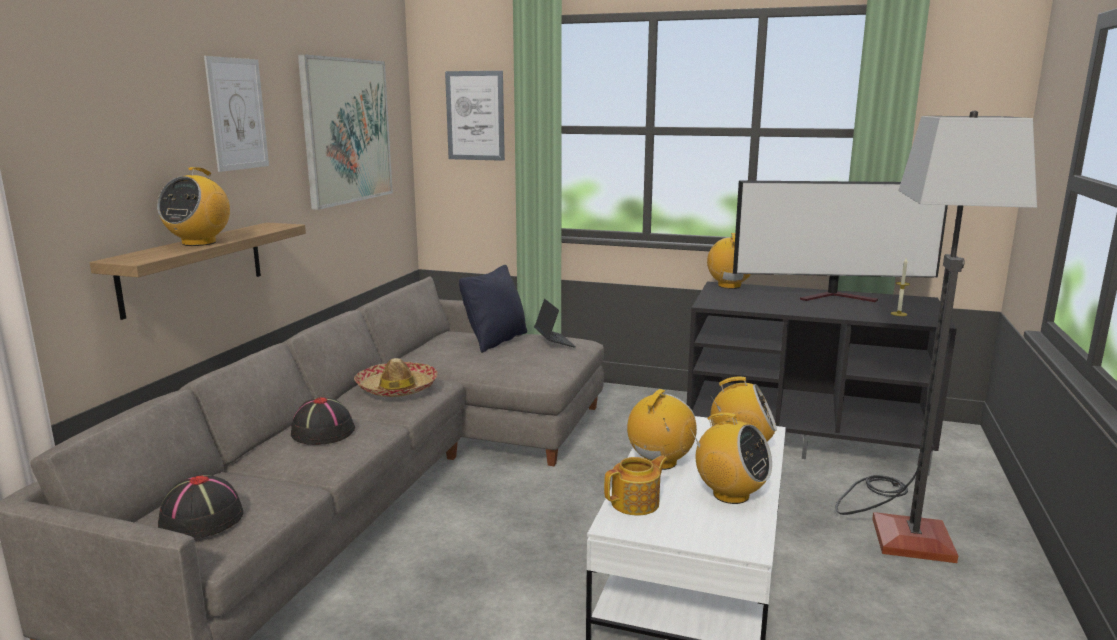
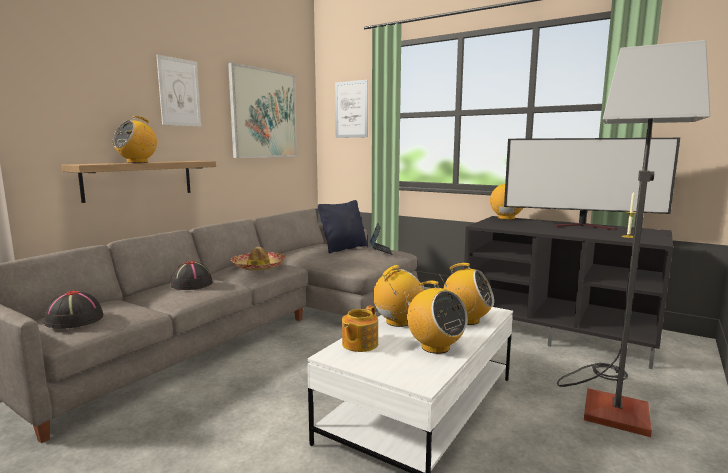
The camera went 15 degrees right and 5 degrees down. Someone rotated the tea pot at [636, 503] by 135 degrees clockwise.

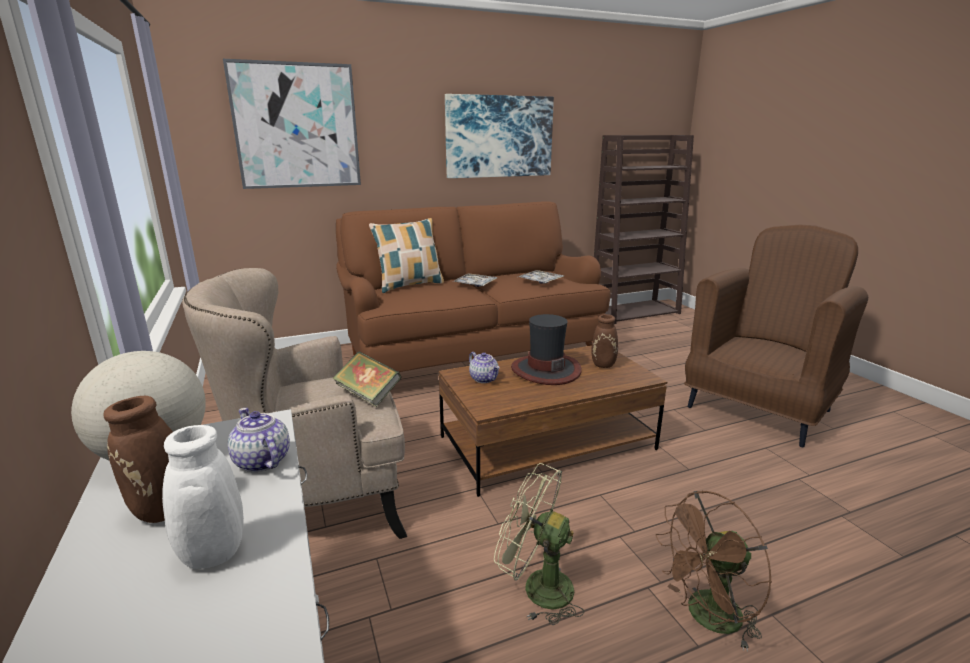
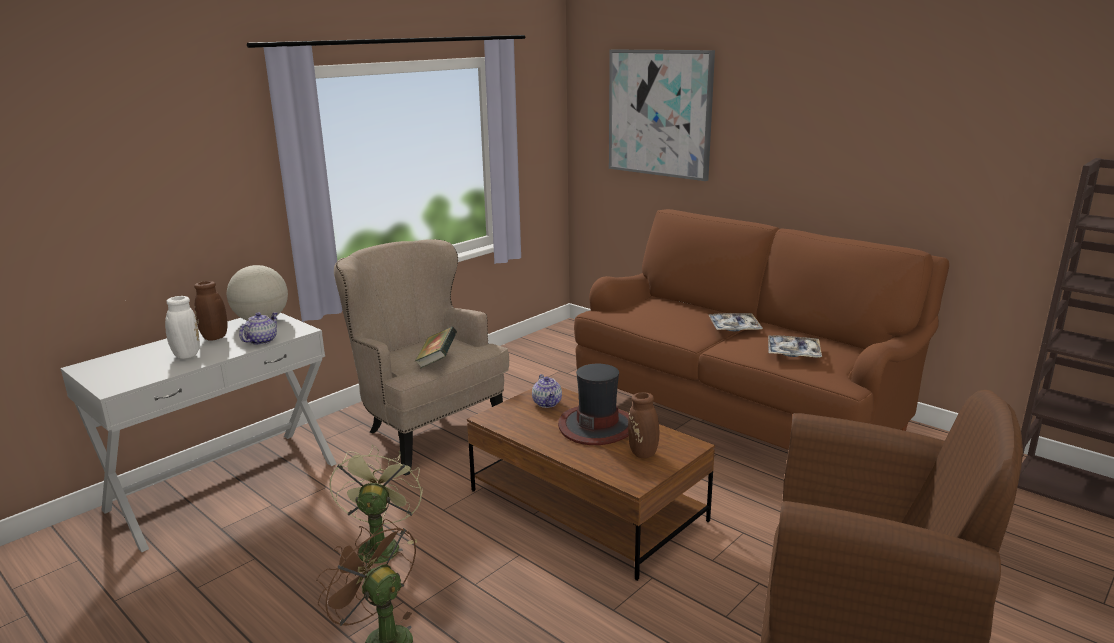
The camera went 65 degrees right and 0 degrees up. Someone took away the cushion at [409, 285]. Someone took away the wall picture at [499, 137]. Someone rotated the tea pot at [484, 379] by 45 degrees counterclockwise.

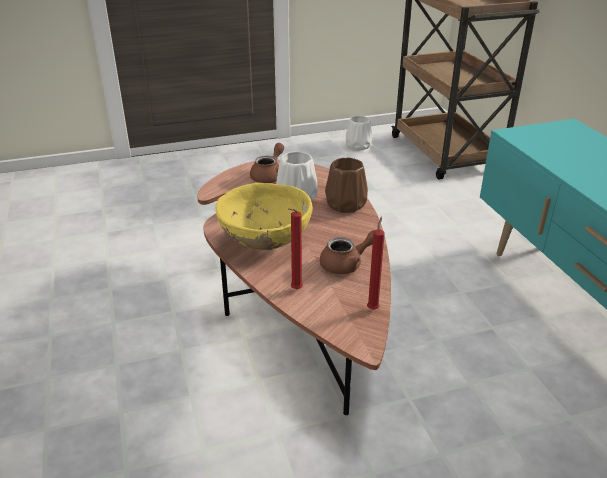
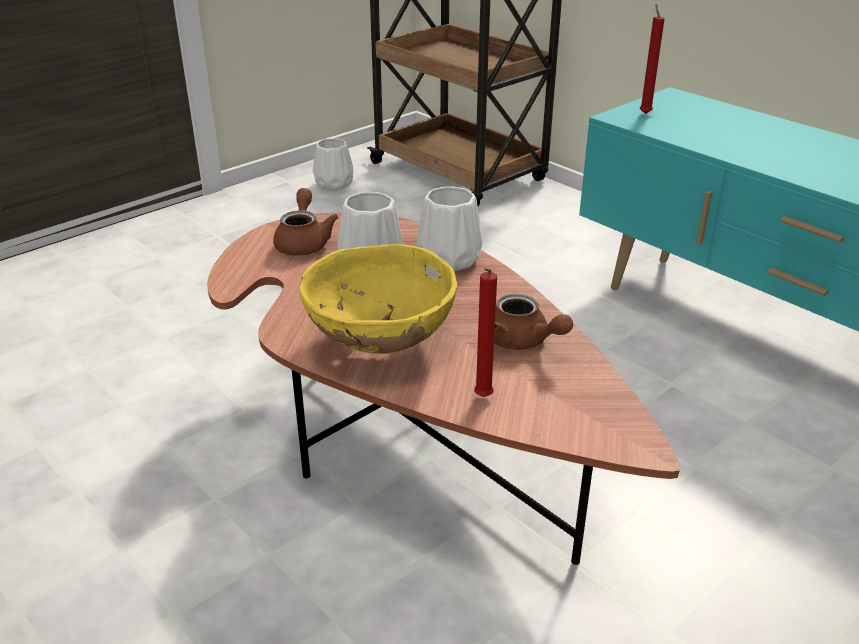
The camera went 25 degrees left and 0 degrees up. Someone rotated the brown-coloured tea pot at [347, 264] by 90 degrees clockwise. Someone repainted the brown-coloured decorative vase at [345, 204], which became the whitish decorative vase at [448, 259]. Someone carried the red-coloured wax candle from [373, 308] to [644, 113].

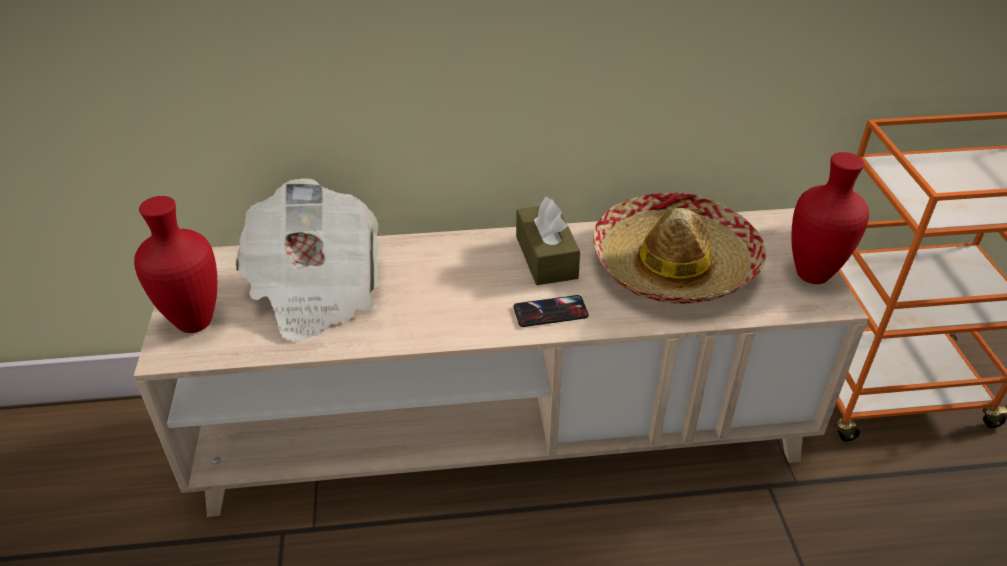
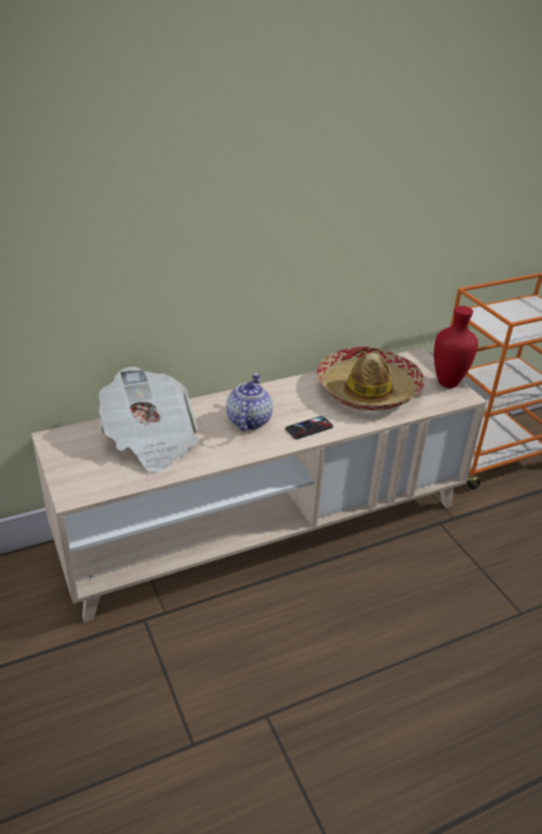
The camera went 20 degrees left and 5 degrees down. Someone took away the red-coloured decorative vase at [194, 324]. Someone took away the brown-coloured tissue holder at [546, 257]. Someone put down the tea pot at [248, 420].

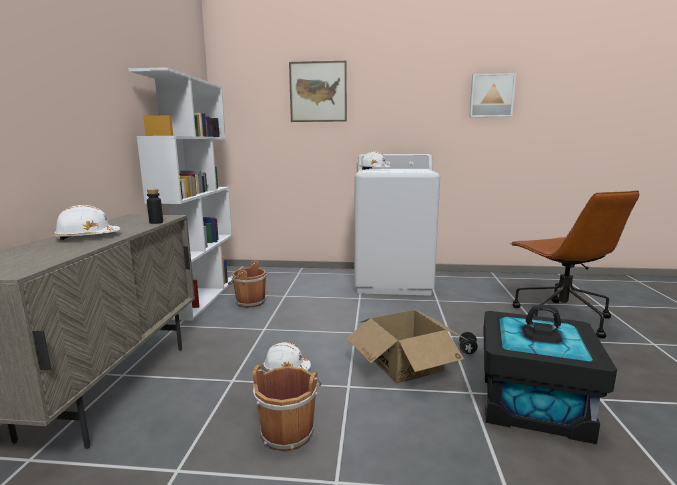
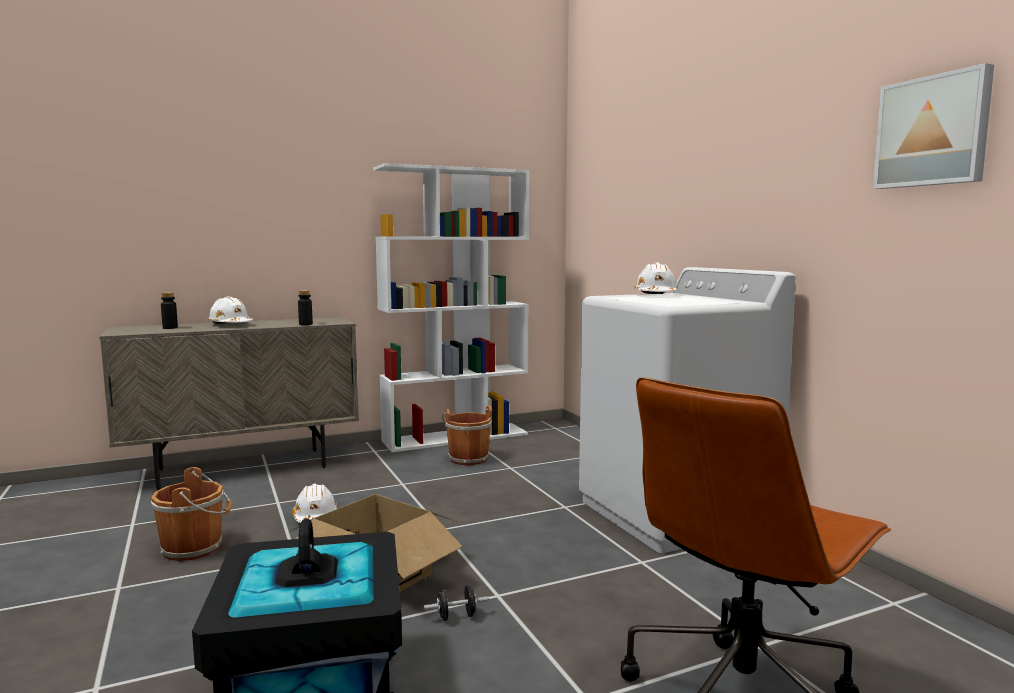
The camera went 60 degrees right and 5 degrees down. Someone took away the wall picture at [318, 92]. Someone put down the black beverage bottle at [170, 328].

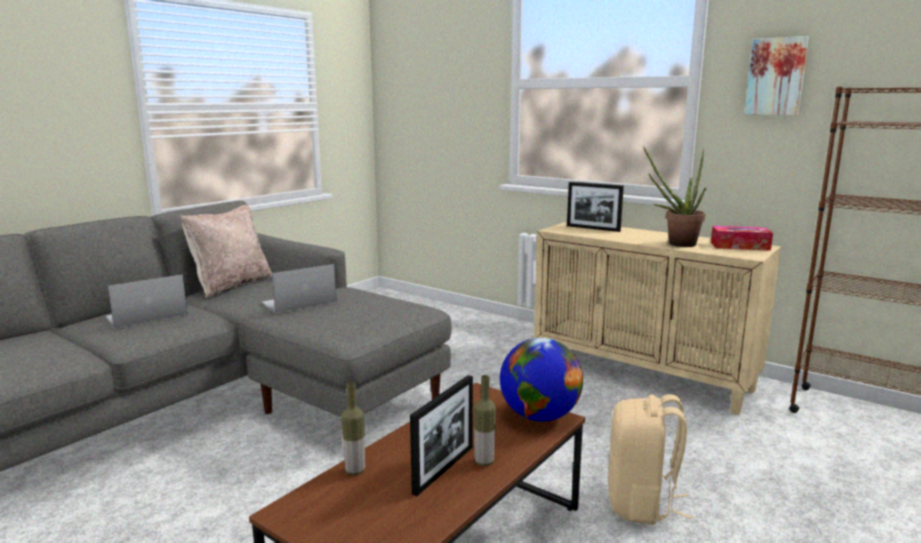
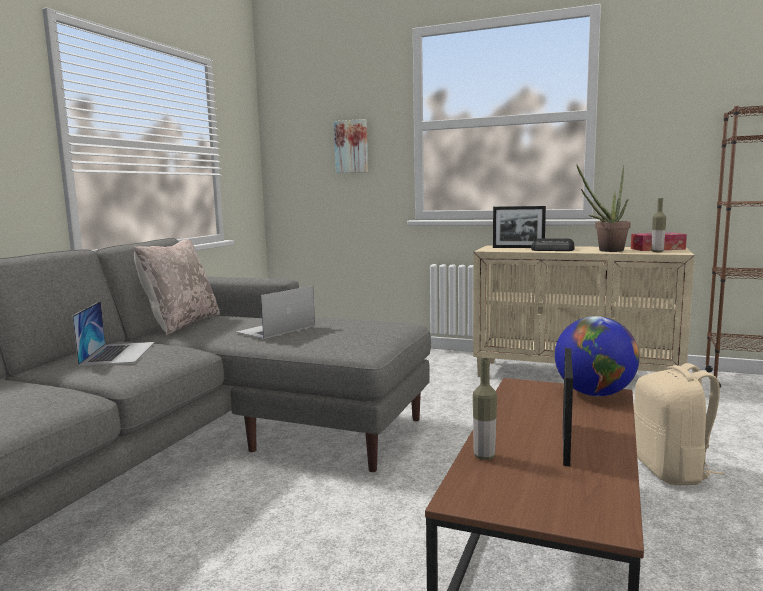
The camera went 15 degrees left and 5 degrees down. Someone rotated the laptop at [146, 315] by 135 degrees clockwise. Someone carried the beverage bottle from [484, 462] to [657, 252]. Someone carried the wall picture from [776, 76] to [352, 146]. Someone put down the radio at [553, 250].

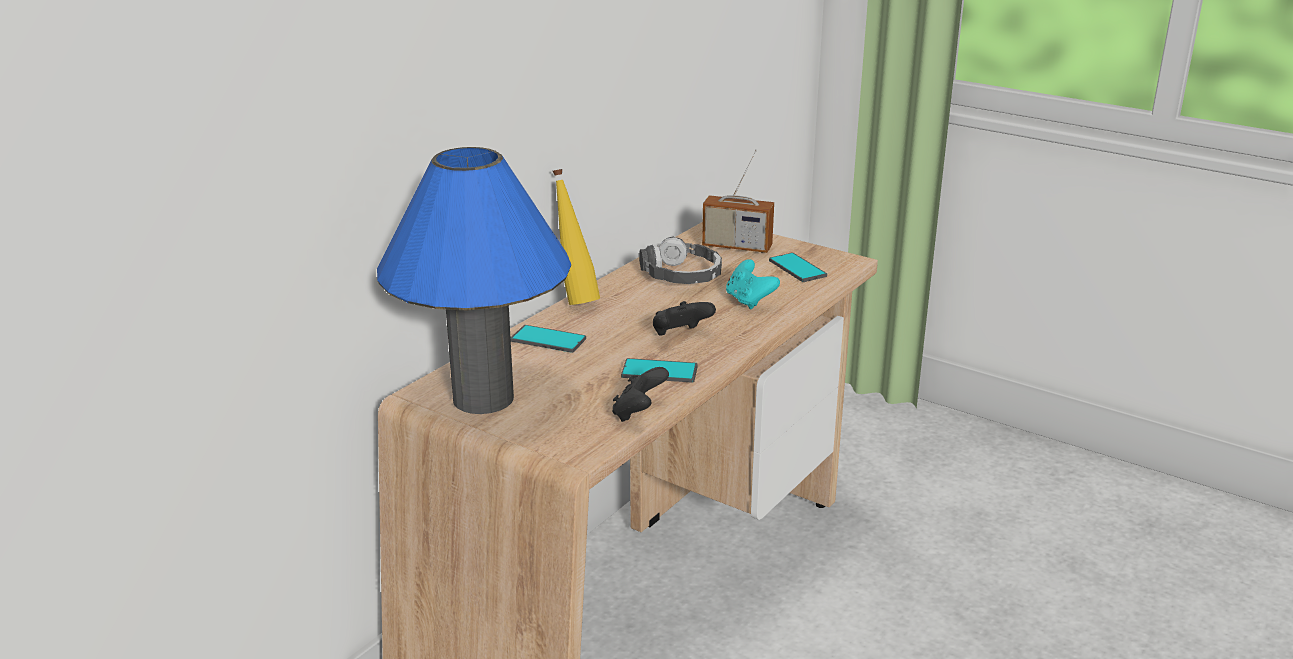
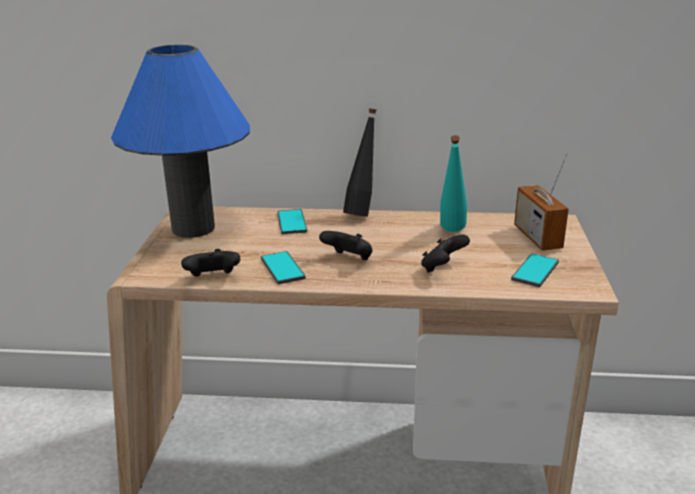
The camera went 60 degrees right and 0 degrees up. Someone repainted the yellow beverage bottle at [575, 299], which became the black beverage bottle at [362, 213]. Someone swapped the headphones at [681, 275] for the turquoise-coloured beverage bottle at [451, 233]. Someone repainted the turquoise-coloured game controller at [749, 301], which became the black game controller at [442, 268].

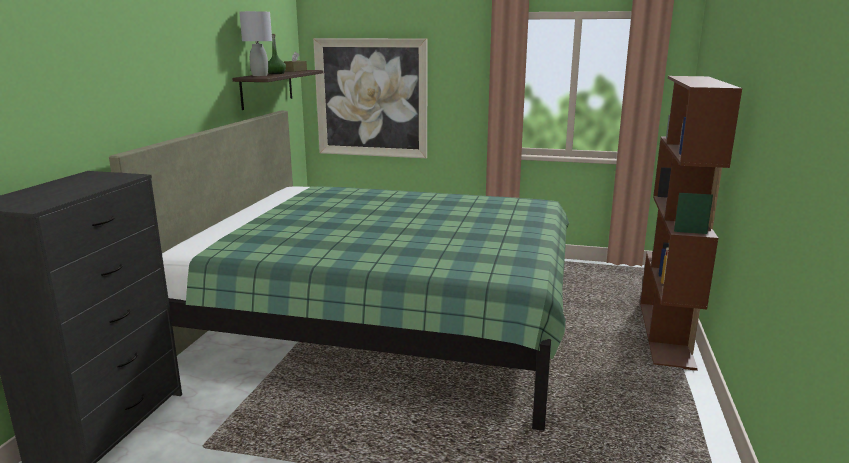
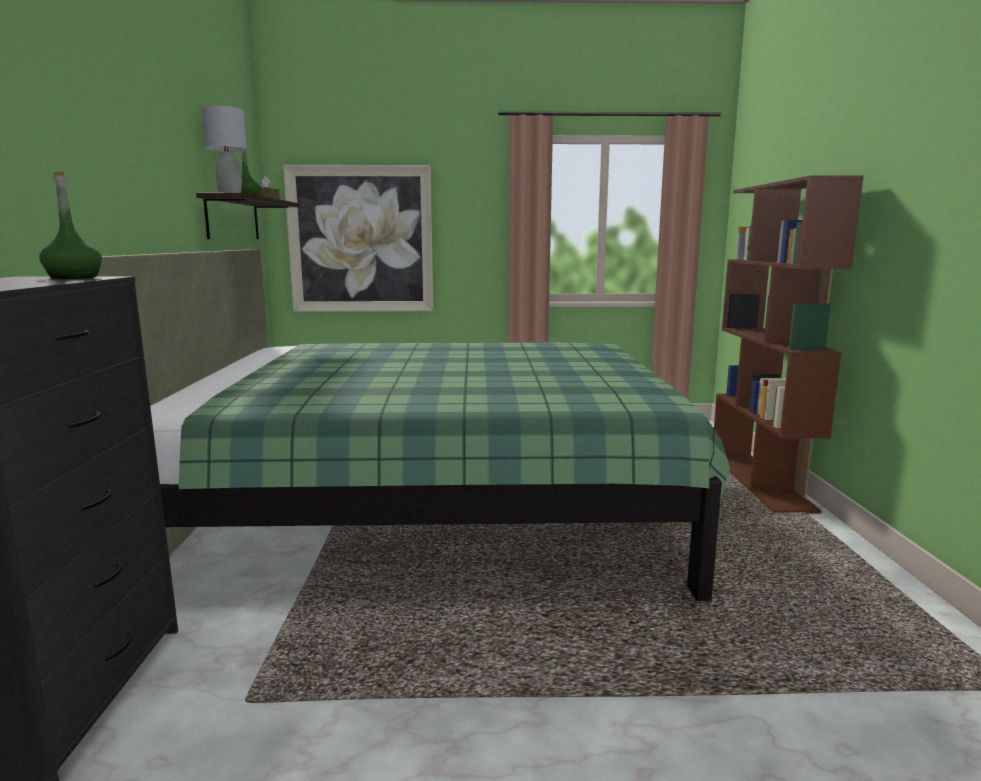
The camera went 15 degrees left and 5 degrees down. Someone put down the green beverage bottle at [73, 277].

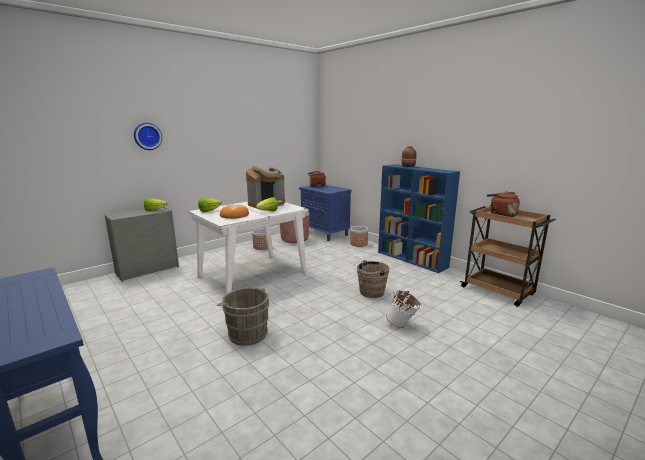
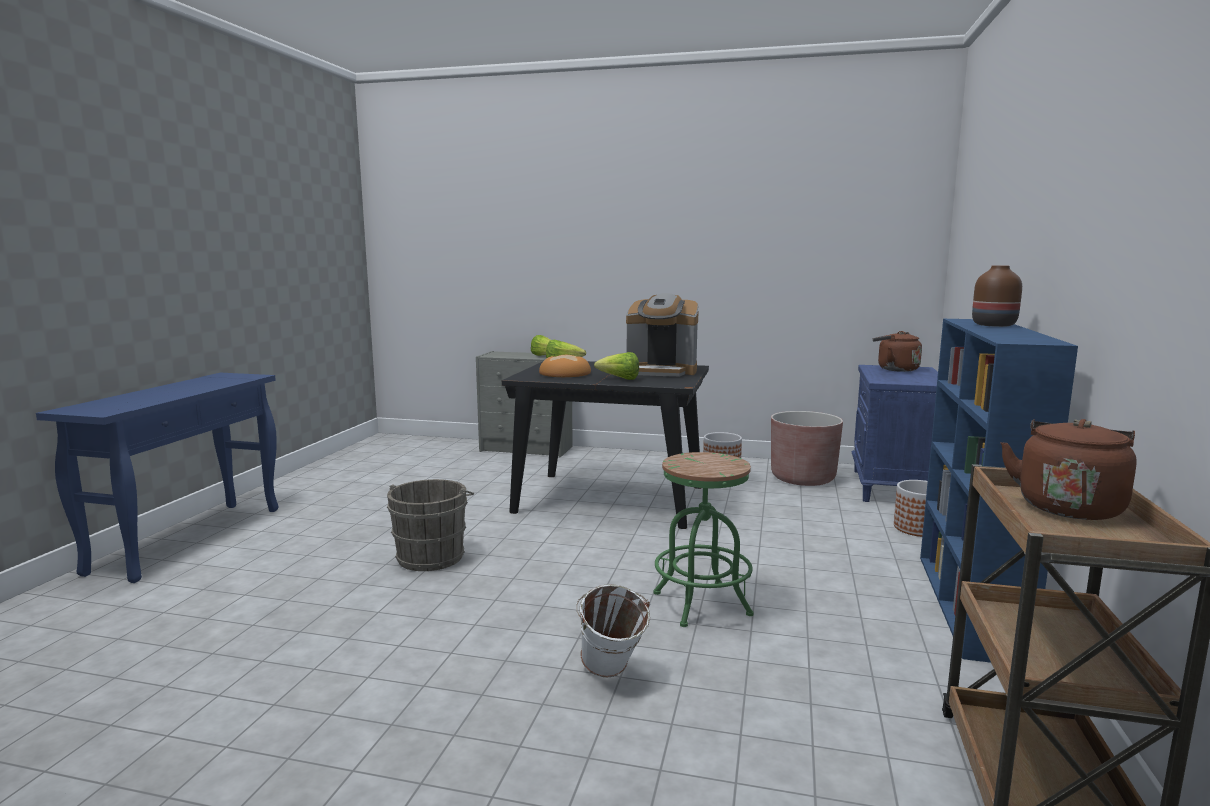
The camera went 55 degrees right and 5 degrees down. Someone took away the wall clock at [147, 136]. Someone repainted the whitish kitchen table at [253, 274], which became the black kitchen table at [612, 499]. Someone swapped the brown-coloured pail at [370, 292] for the green stool at [701, 604].

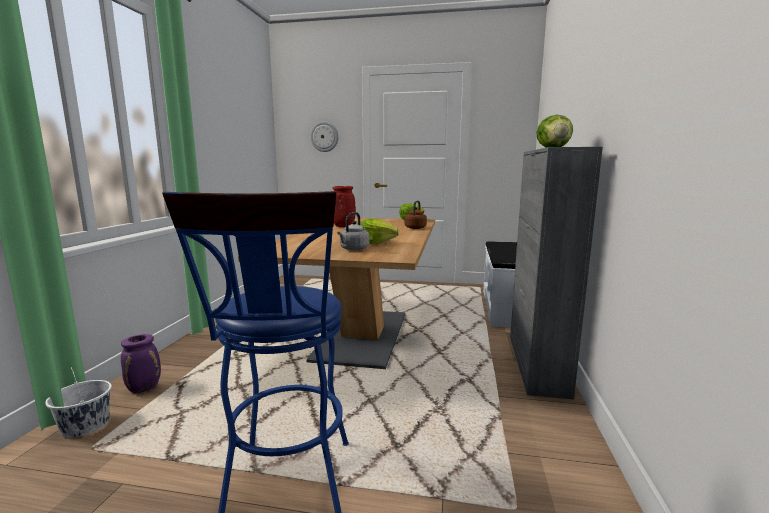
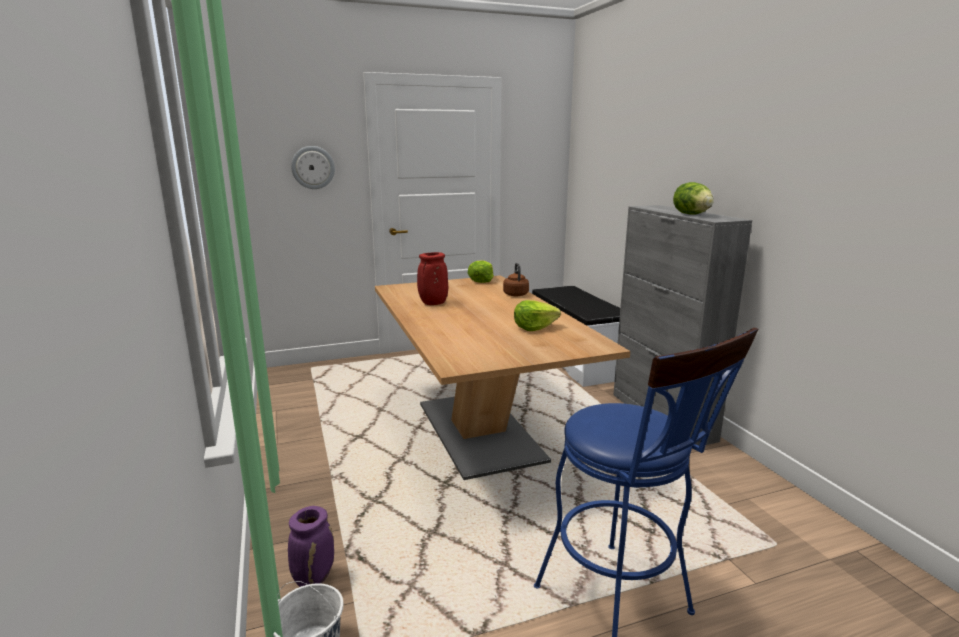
The camera went 30 degrees left and 5 degrees up. Someone took away the grey kettle at [353, 249].

